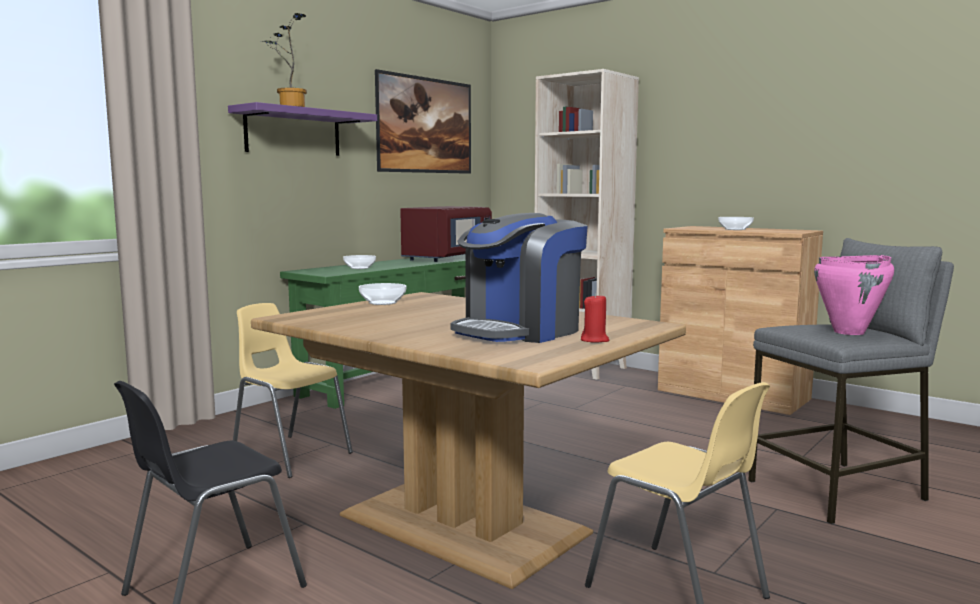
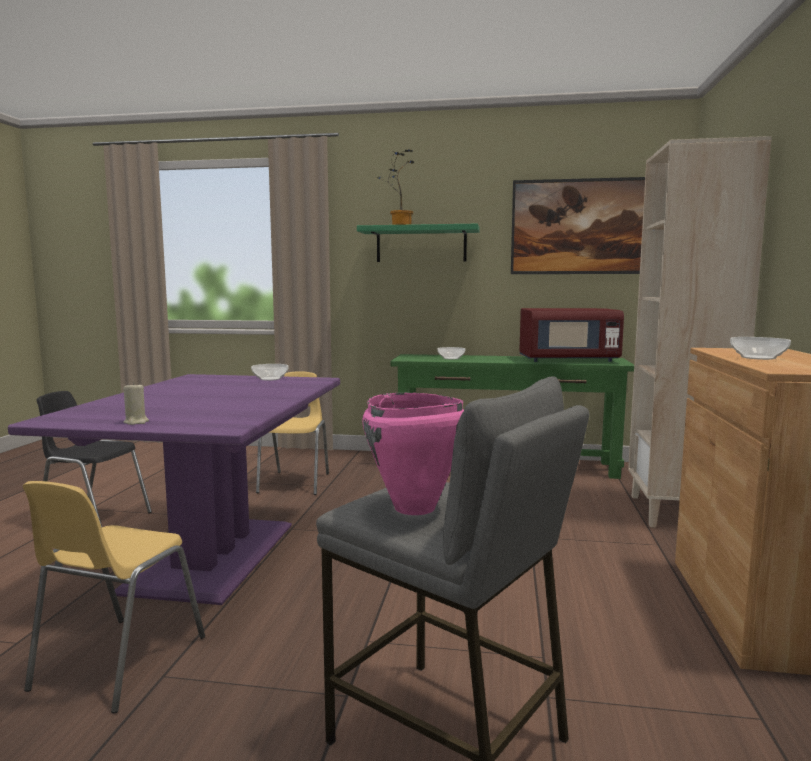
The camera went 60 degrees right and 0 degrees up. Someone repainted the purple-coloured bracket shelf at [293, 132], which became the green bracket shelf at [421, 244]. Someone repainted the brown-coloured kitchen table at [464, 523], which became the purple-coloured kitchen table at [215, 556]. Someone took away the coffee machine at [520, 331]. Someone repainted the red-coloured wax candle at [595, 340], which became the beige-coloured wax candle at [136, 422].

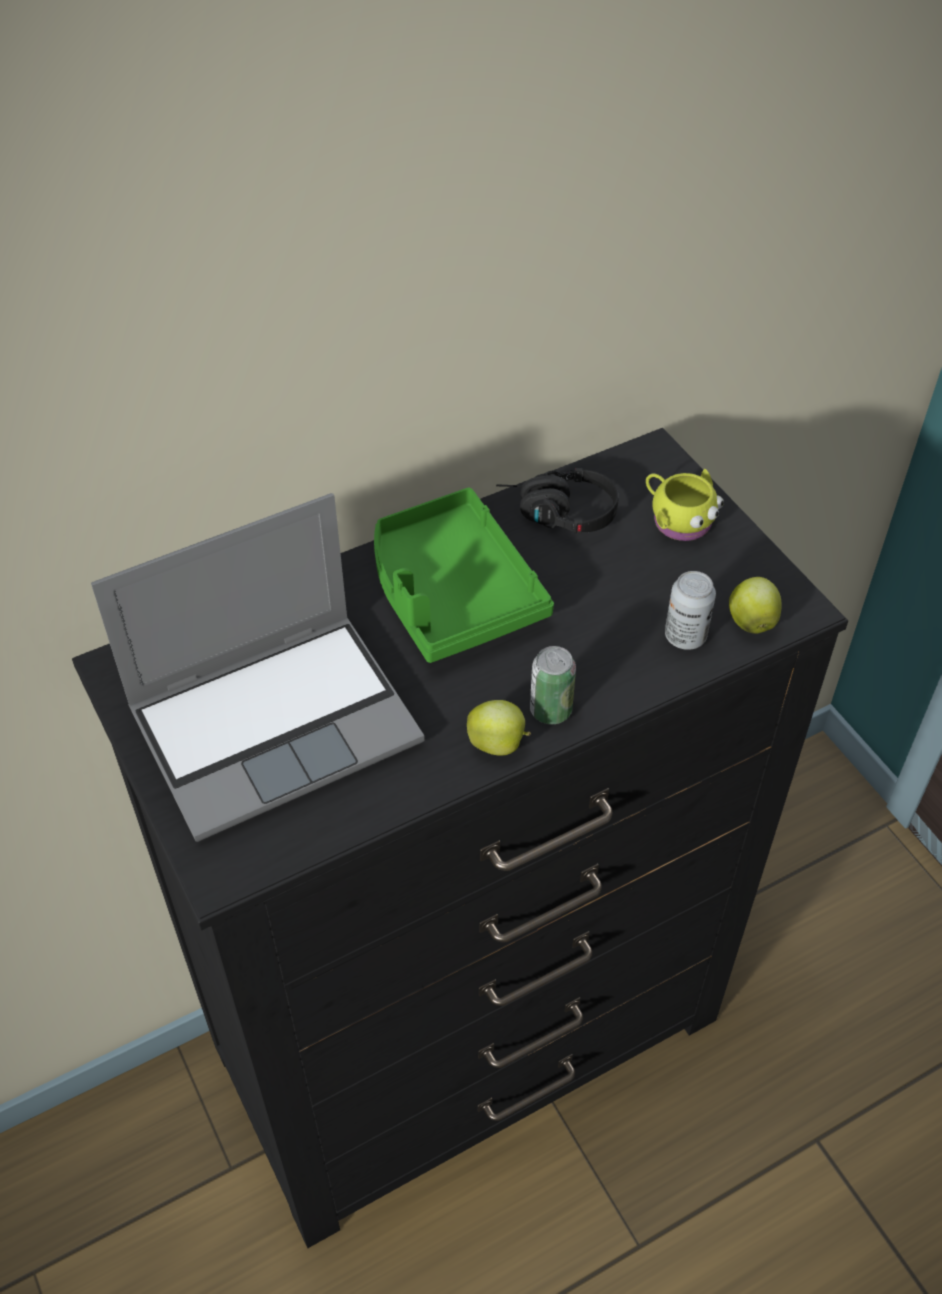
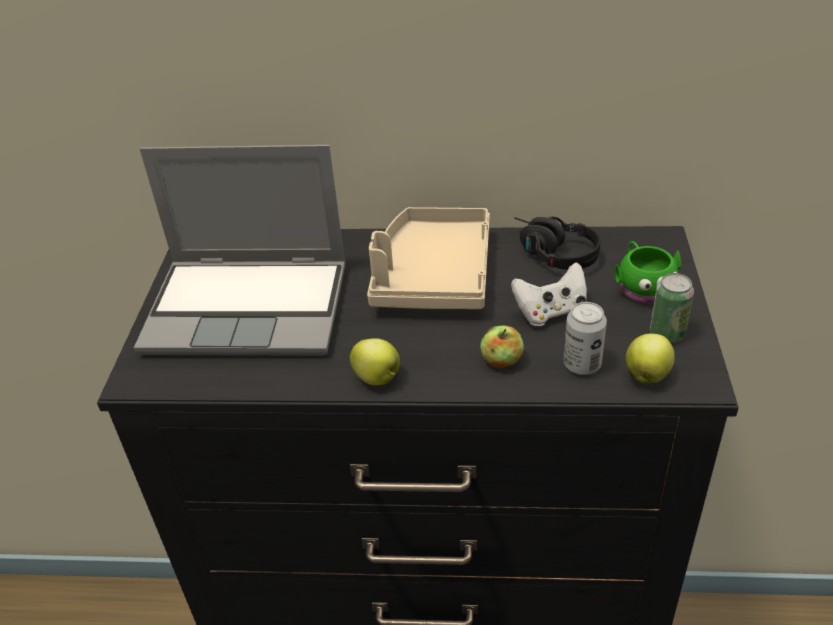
The camera went 35 degrees right and 10 degrees down. Someone repainted the green carrying tray at [451, 593], which became the beige-coloured carrying tray at [432, 275]. Someone carried the metal can from [550, 710] to [667, 333]. Someone repainted the yellow tea mug at [677, 519], which became the green tea mug at [643, 286]. Someone put down the apple fruit at [501, 360]. Someone put down the whitish game controller at [551, 312].

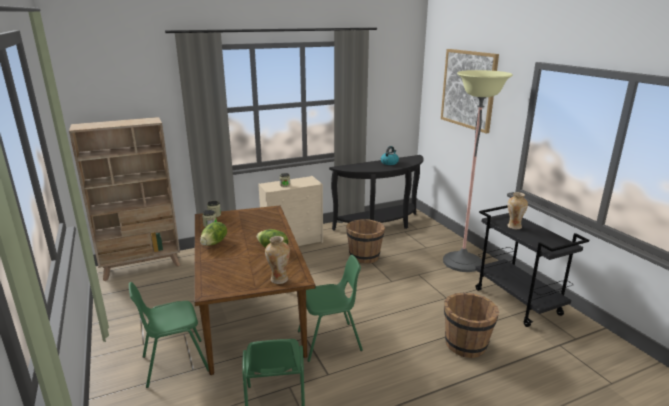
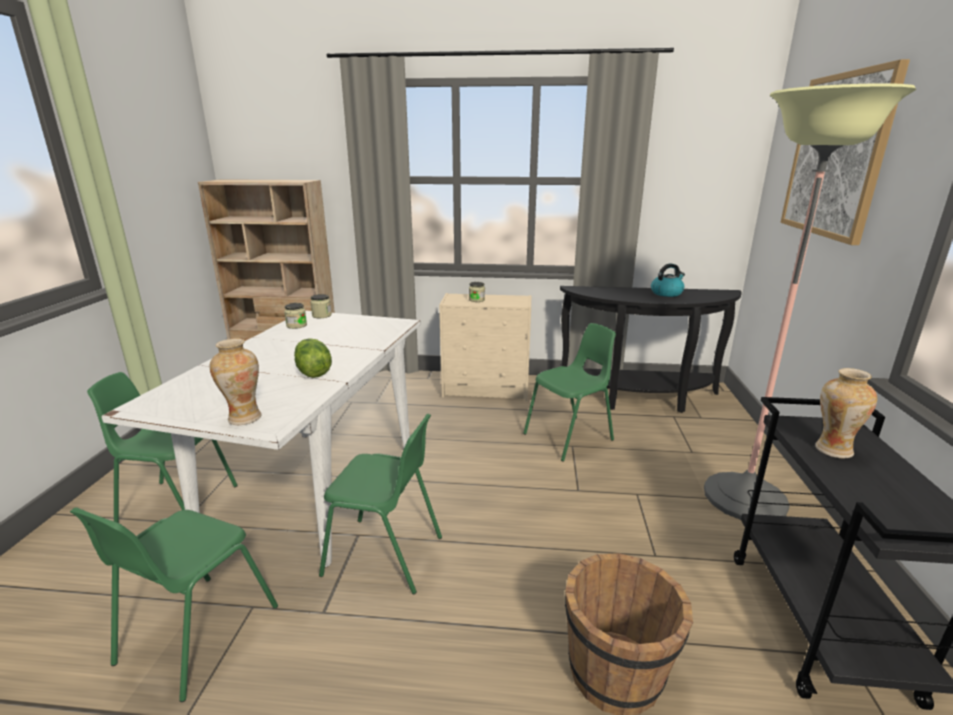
The camera went 30 degrees right and 0 degrees up. Someone repainted the brown-coloured kitchen table at [252, 326], which became the whitish kitchen table at [313, 489]. Someone took away the lettuce at [214, 243]. Someone swapped the brown-coloured pail at [364, 256] for the green upright chair at [570, 437].

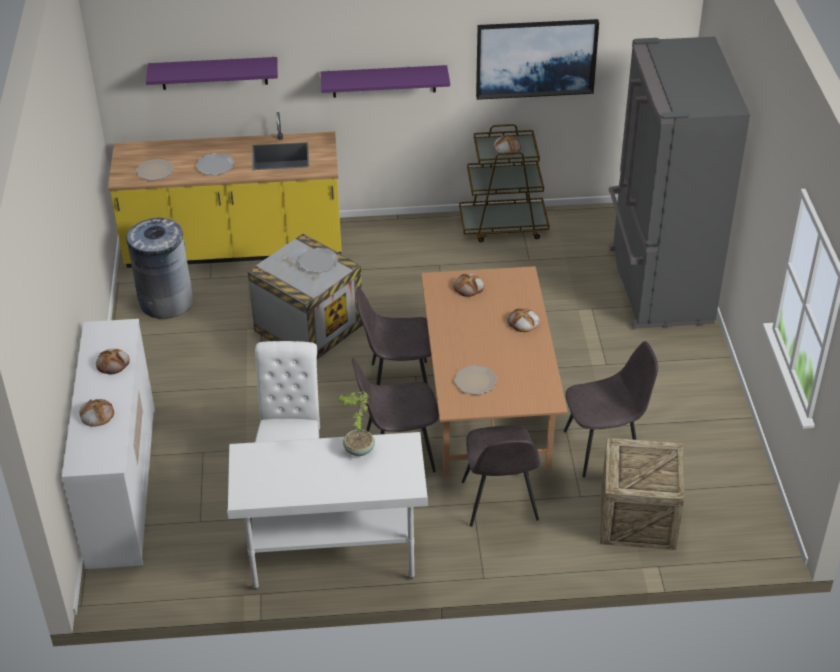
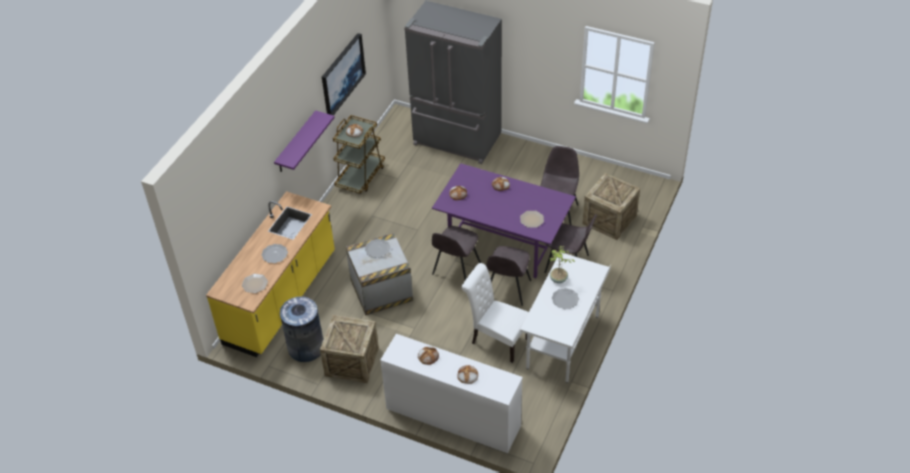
The camera went 60 degrees left and 5 degrees up. Someone took away the purple-coloured bracket shelf at [214, 73]. Someone repainted the brown-coloured kitchen table at [486, 413], which became the purple-coloured kitchen table at [502, 244]. Someone put down the shipping crate at [352, 362]. Someone put down the flat dish at [565, 299].

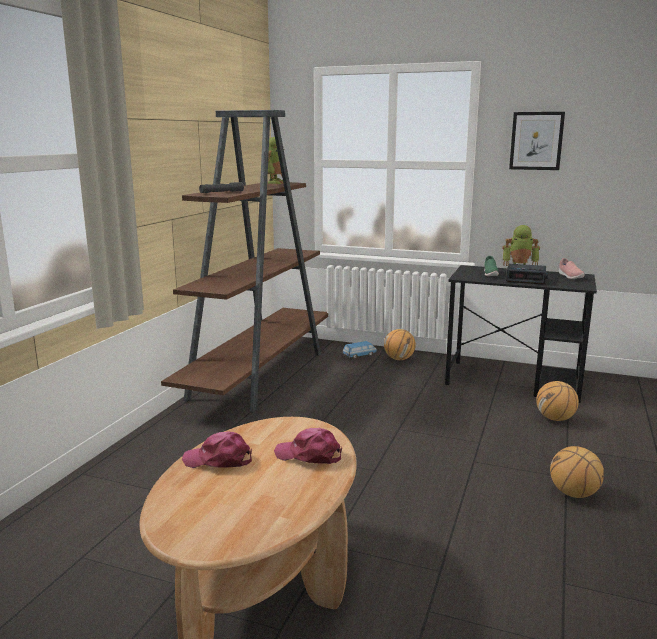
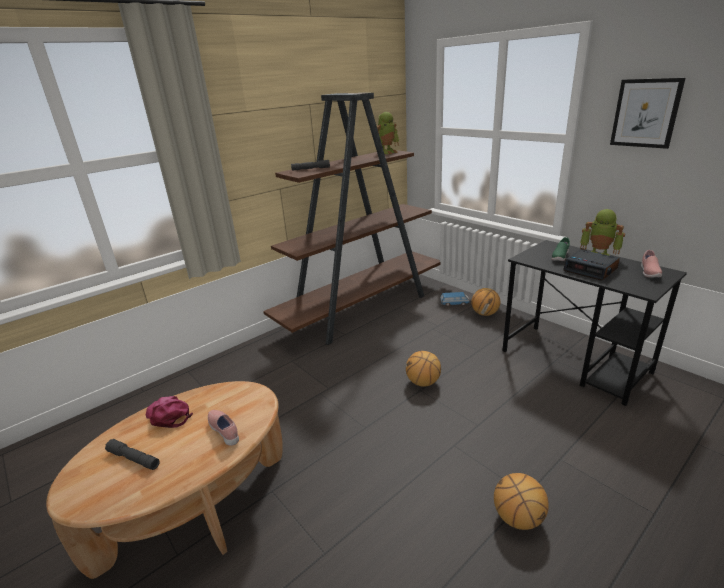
The camera went 30 degrees right and 10 degrees up. Someone swapped the pink baseball cap at [309, 455] for the pink item of footwear at [225, 431]. Someone carried the basketball ball from [555, 419] to [423, 382]. Someone put down the grey hand torch at [134, 459].

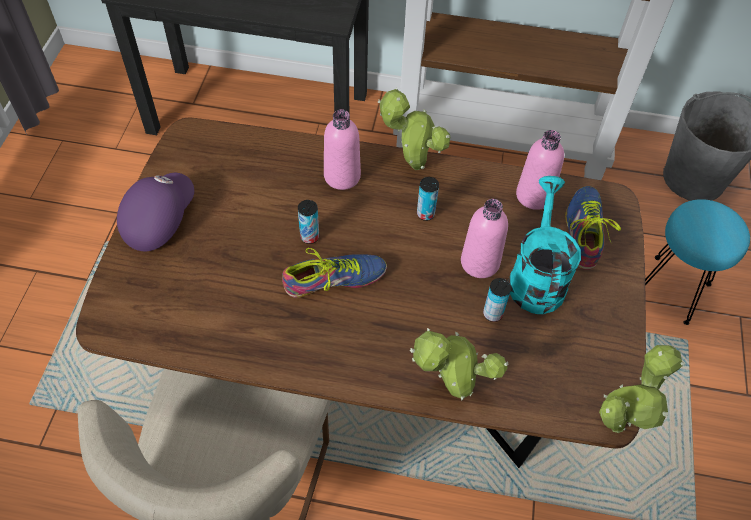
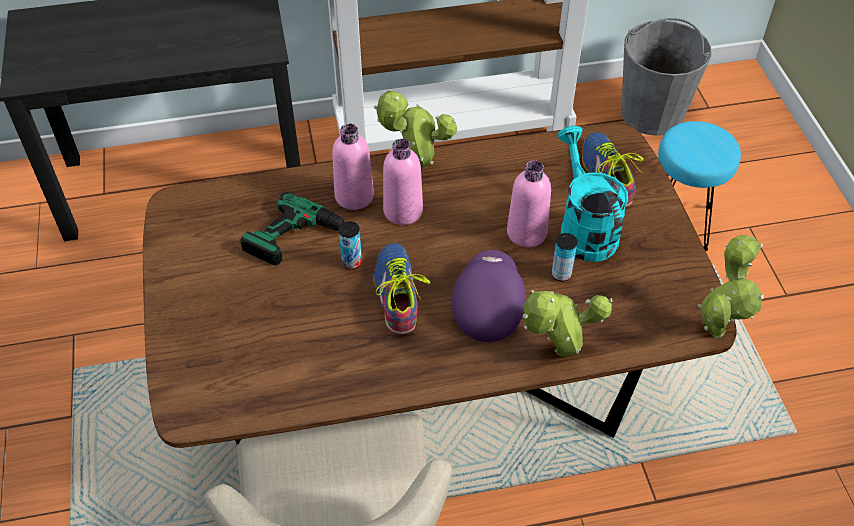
The camera went 20 degrees left and 5 degrees down. Someone carried the purple-coloured baseball cap from [158, 219] to [487, 305]. Someone rotated the item of footwear at [334, 279] by 60 degrees counterclockwise. Someone took away the metal can at [425, 214]. Someone carried the pink beverage bottle from [534, 196] to [403, 211]. Someone put down the drill at [304, 241].

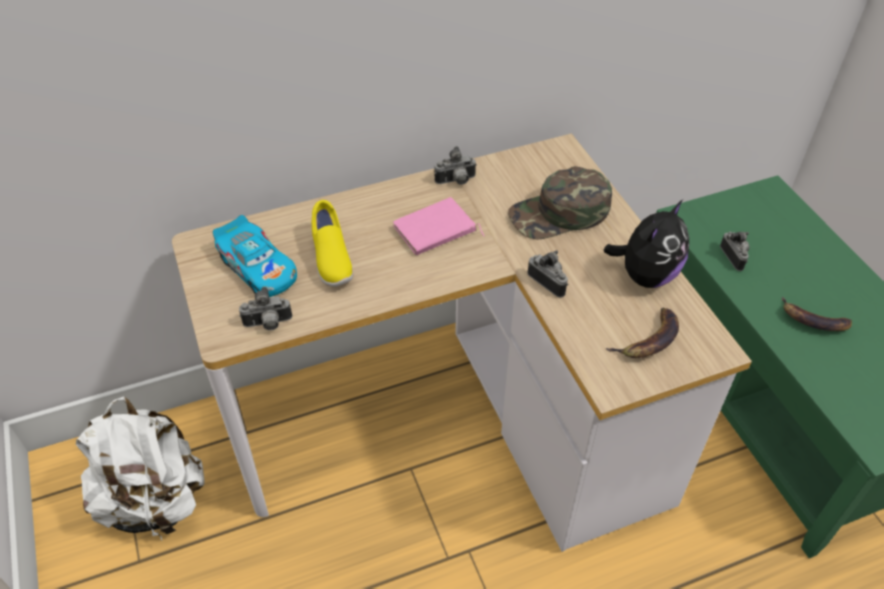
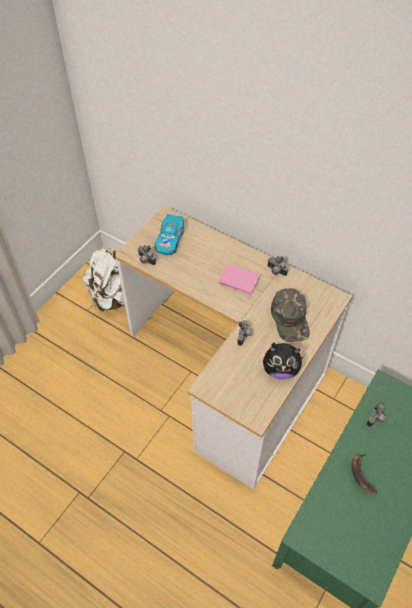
The camera went 55 degrees right and 5 degrees up. Someone took away the yellow item of footwear at [331, 259]. Someone rotated the green baseball cap at [560, 214] by 135 degrees counterclockwise. Someone took away the banana fruit at [649, 340].

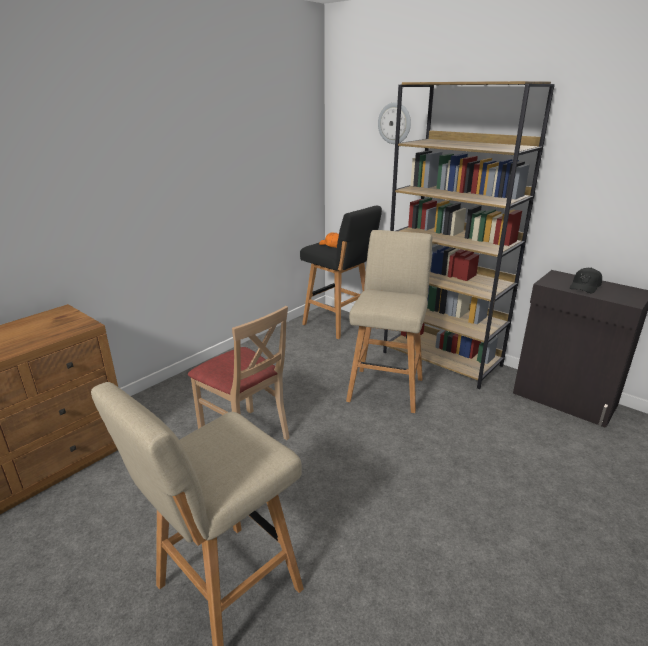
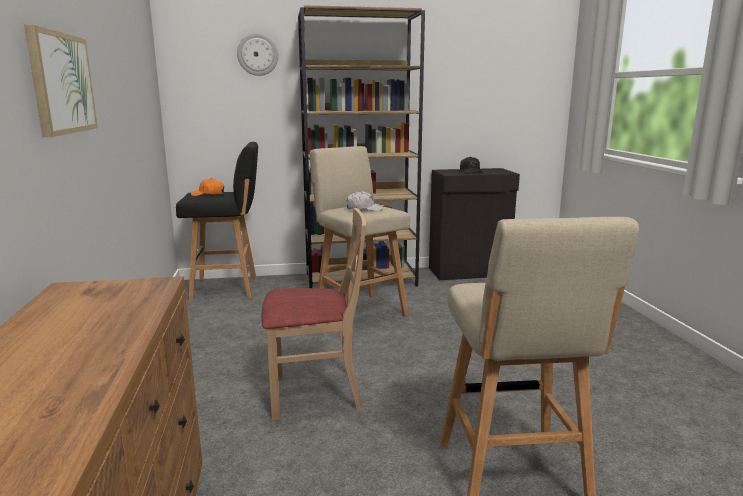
The camera went 50 degrees left and 10 degrees down. Someone put up the wall picture at [61, 83]. Someone put down the whitish baseball cap at [364, 209].

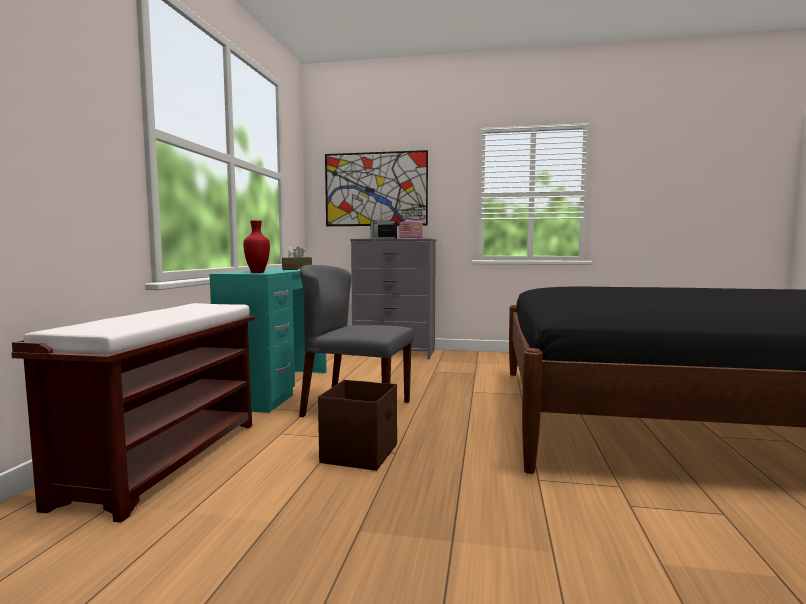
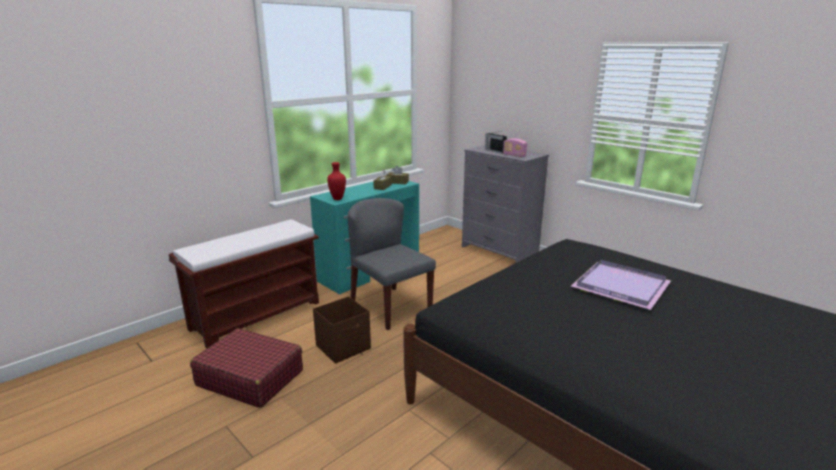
The camera went 35 degrees right and 15 degrees up. Someone took away the wall picture at [375, 189]. Someone put down the red-coloured suitcase at [250, 378]. Someone put down the purple-coloured carrying tray at [622, 286].

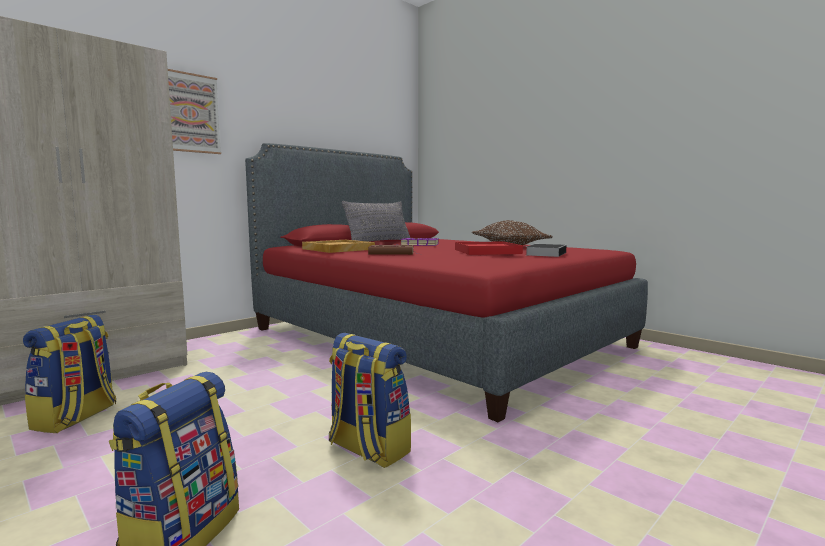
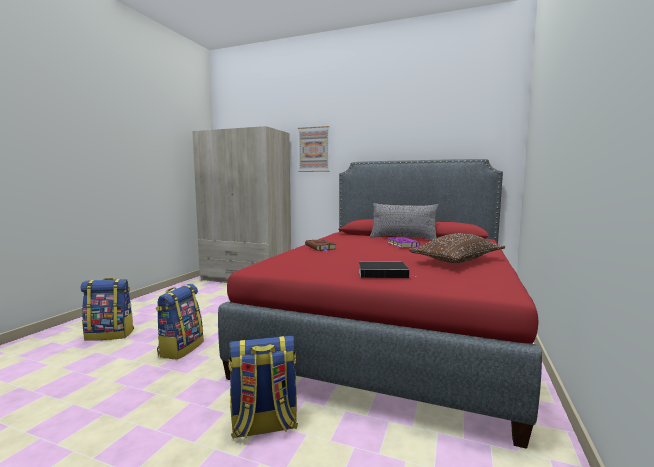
The camera went 65 degrees right and 0 degrees up. Someone carried the backpack from [76, 418] to [264, 426]. Someone took away the beige-coloured carrying tray at [338, 249]. Someone took away the red-coloured carrying tray at [487, 251].

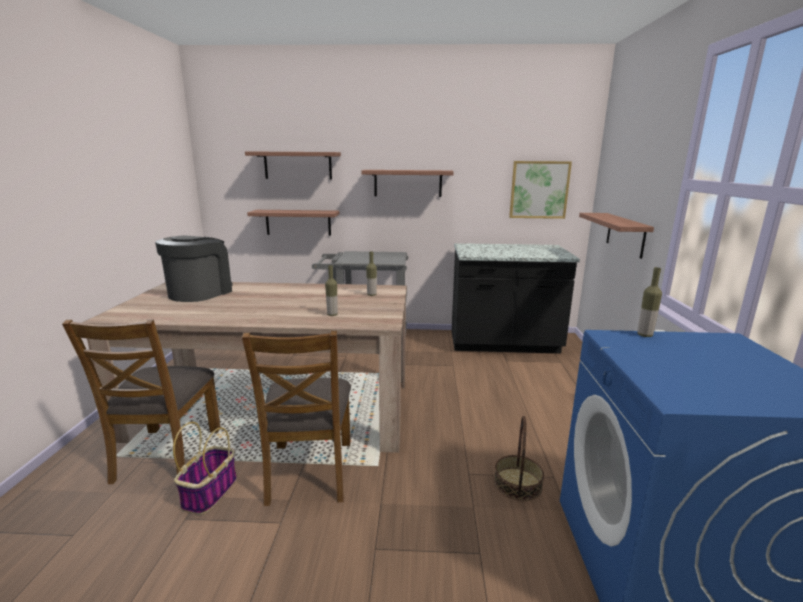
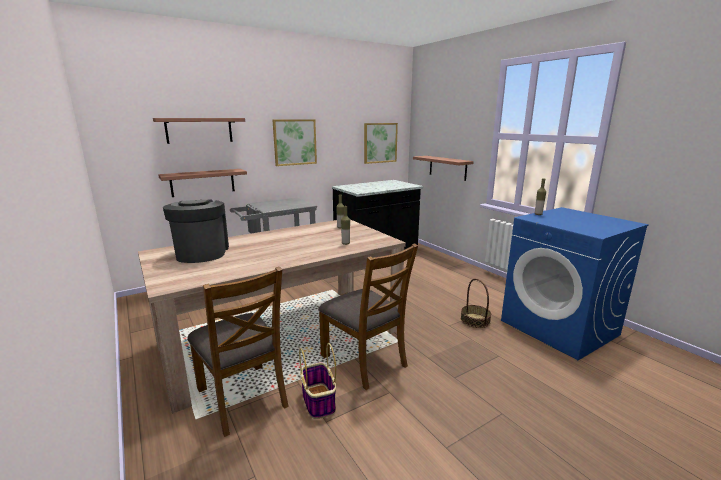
The camera went 35 degrees left and 0 degrees up. Someone swapped the bracket shelf at [408, 183] for the wall picture at [294, 142].

